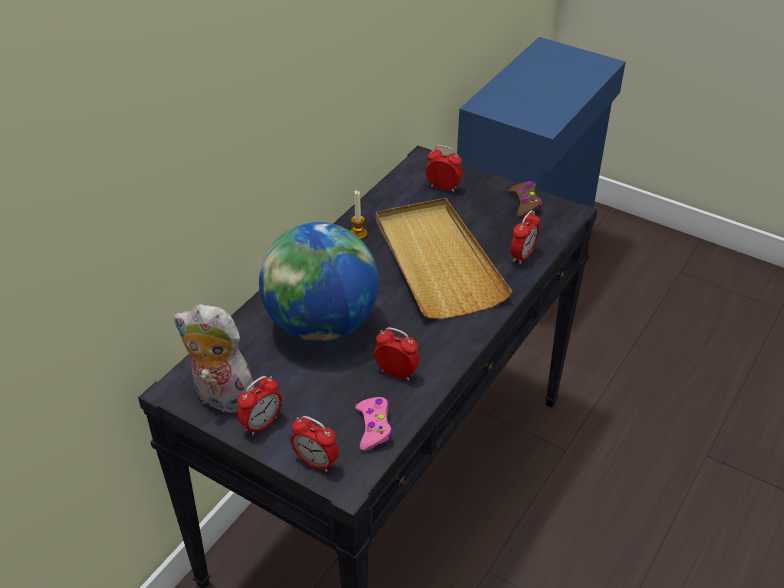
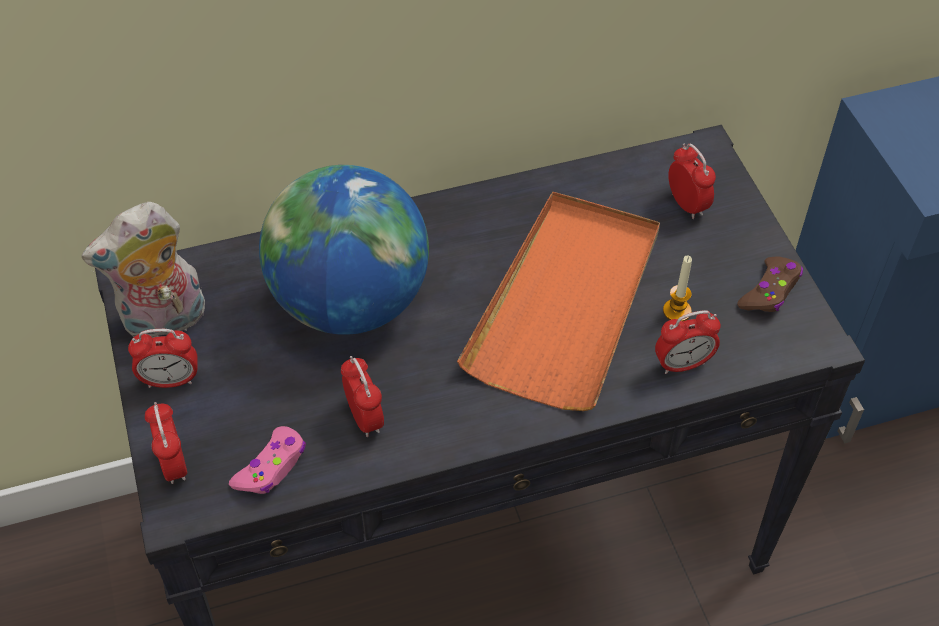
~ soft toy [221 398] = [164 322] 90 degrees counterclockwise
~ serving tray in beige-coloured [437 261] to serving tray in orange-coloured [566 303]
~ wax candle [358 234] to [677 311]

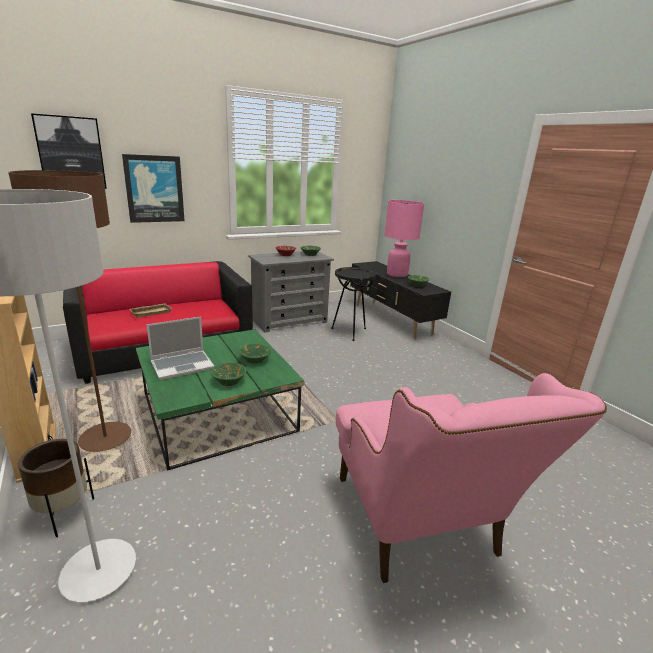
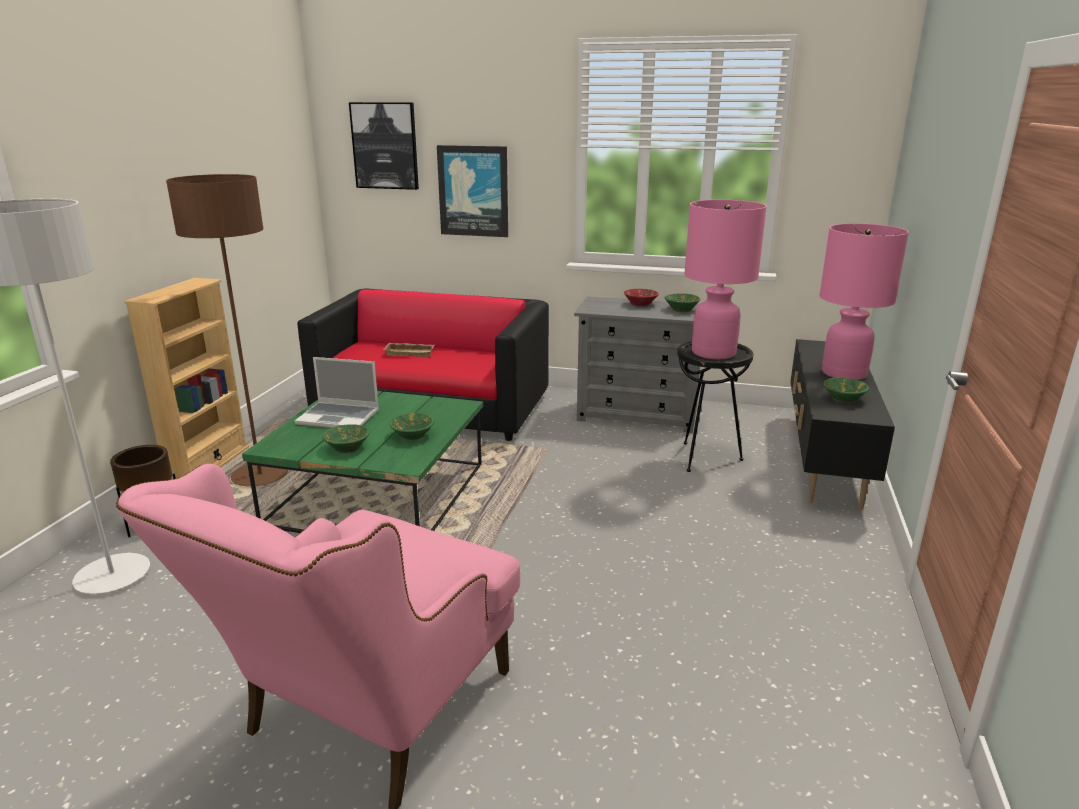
+ lamp for a table in pinkish [713 353]

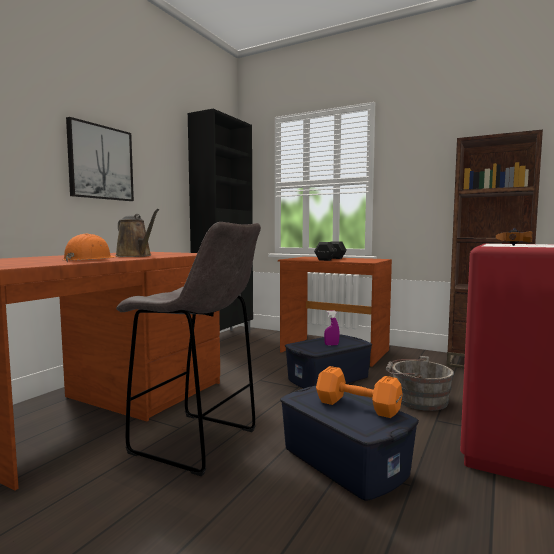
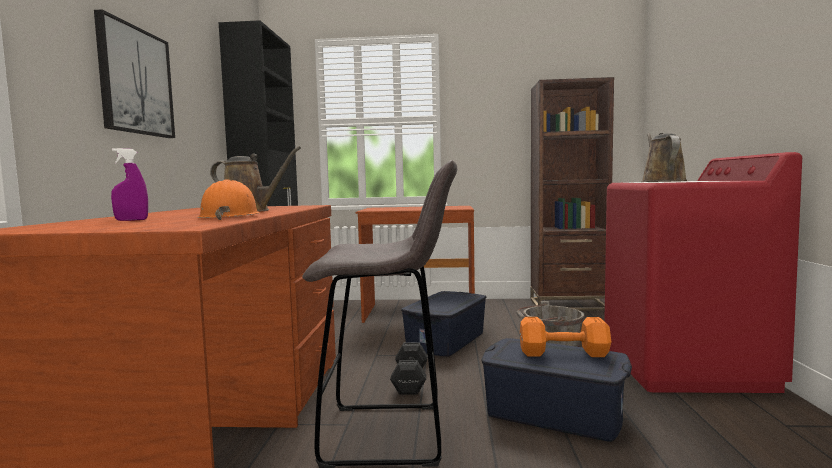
~ hand sprayer in purplish [331 345] to [131 220]
~ free weight in black [331 259] to [411 380]
~ hand hammer [514 245] to watering pot in brownish [661 181]

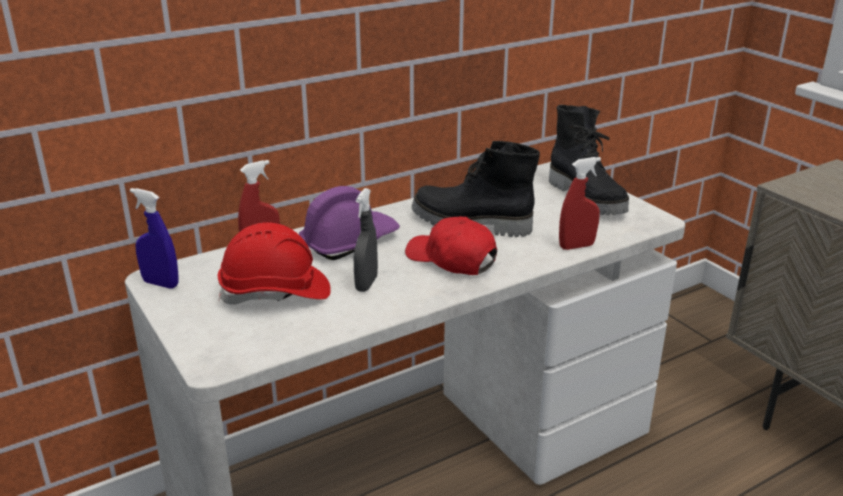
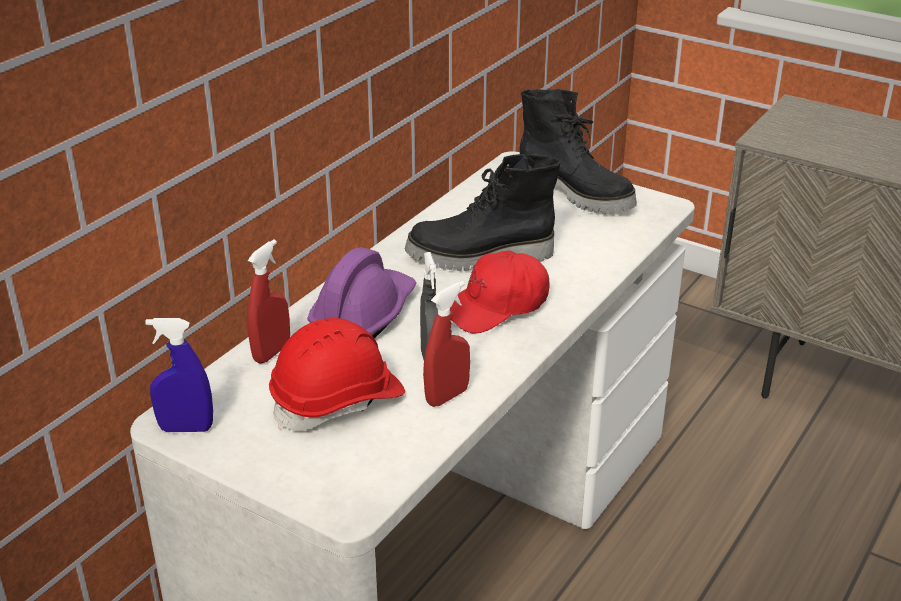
~ hand sprayer in reddish [576 246] to [447 396]
~ peaked cap in reddish [451 259] = [496 306] 45 degrees counterclockwise

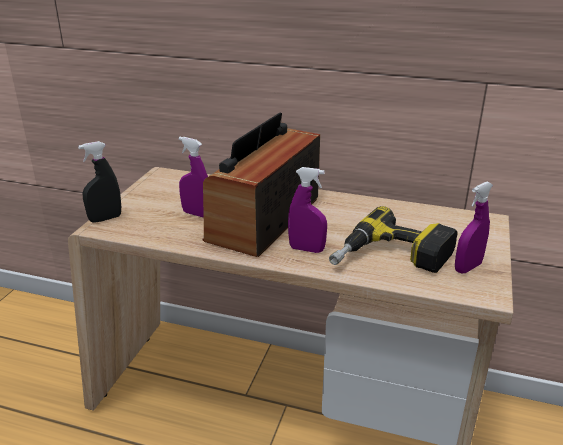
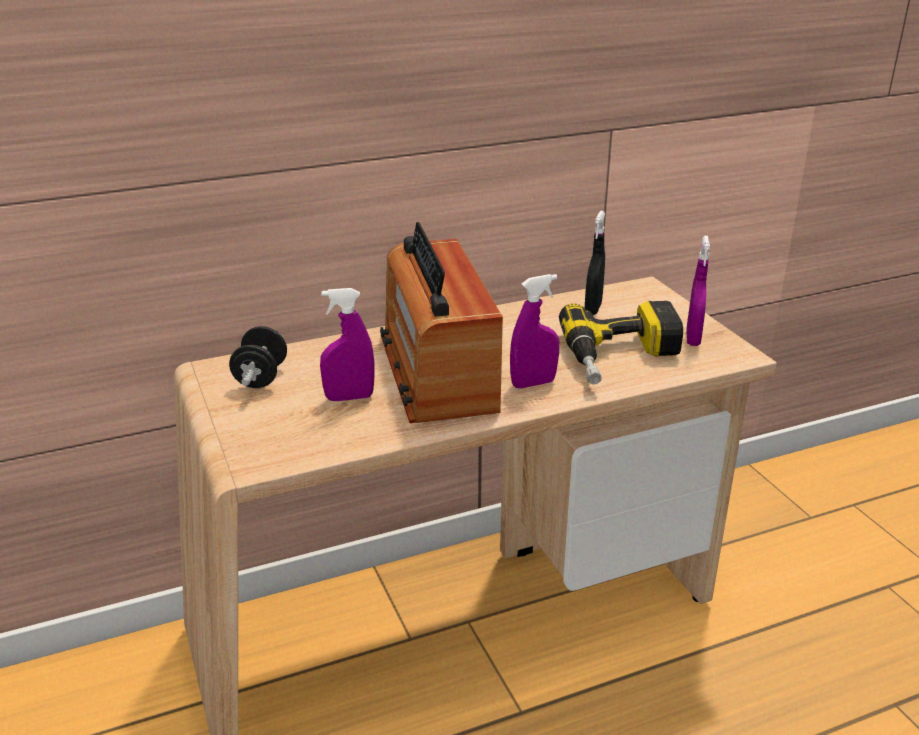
+ free weight in black [261 377]
~ hand sprayer in black [105 218] to [593 309]

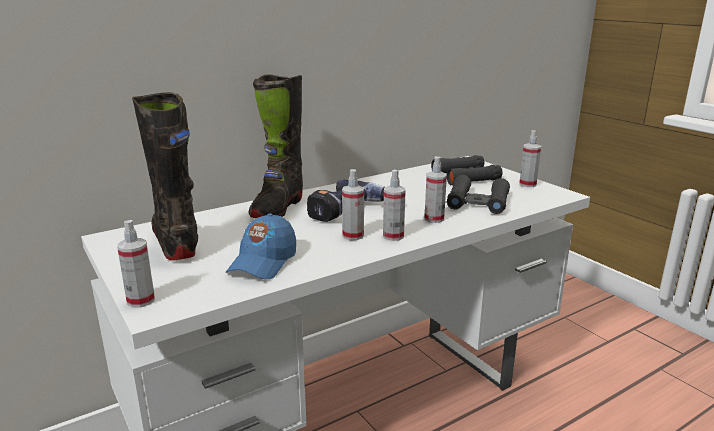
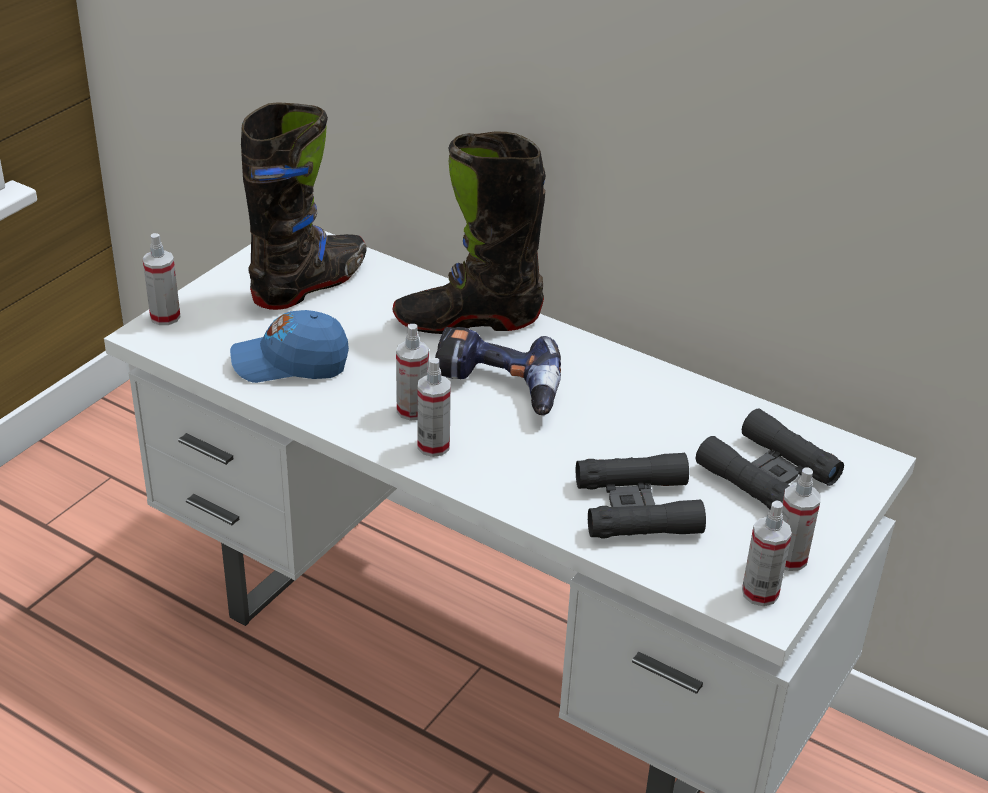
~ hand sprayer [434 219] to [760 593]

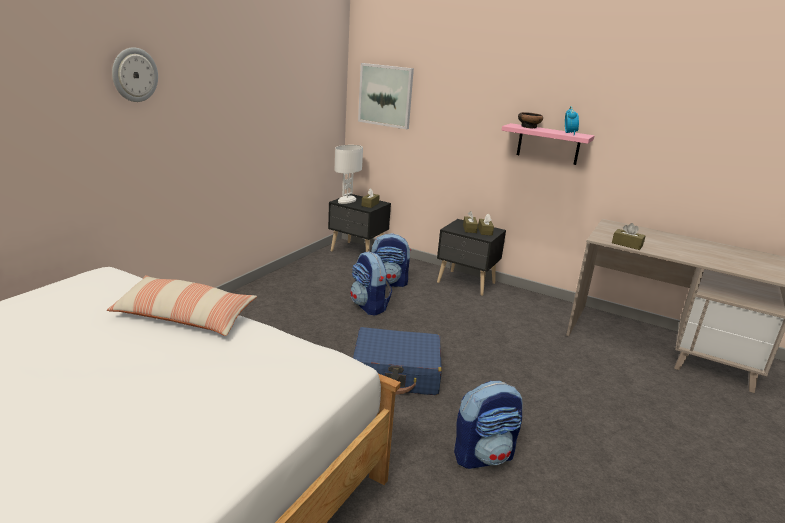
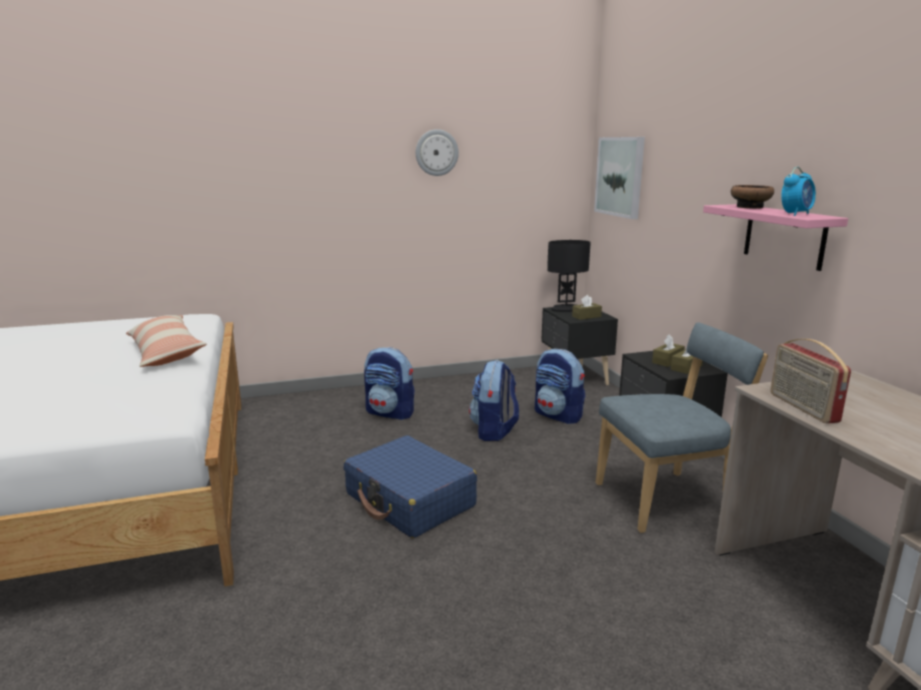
~ backpack [484 455] to [390 413]
~ hanging clock [134 75] to [436 152]
~ lamp for a table in white [347 201] to lamp for a table in black [565 309]
+ chair in blue-coloured [666 500]
~ box of tissues in brownish [627 244] to radio [802 407]

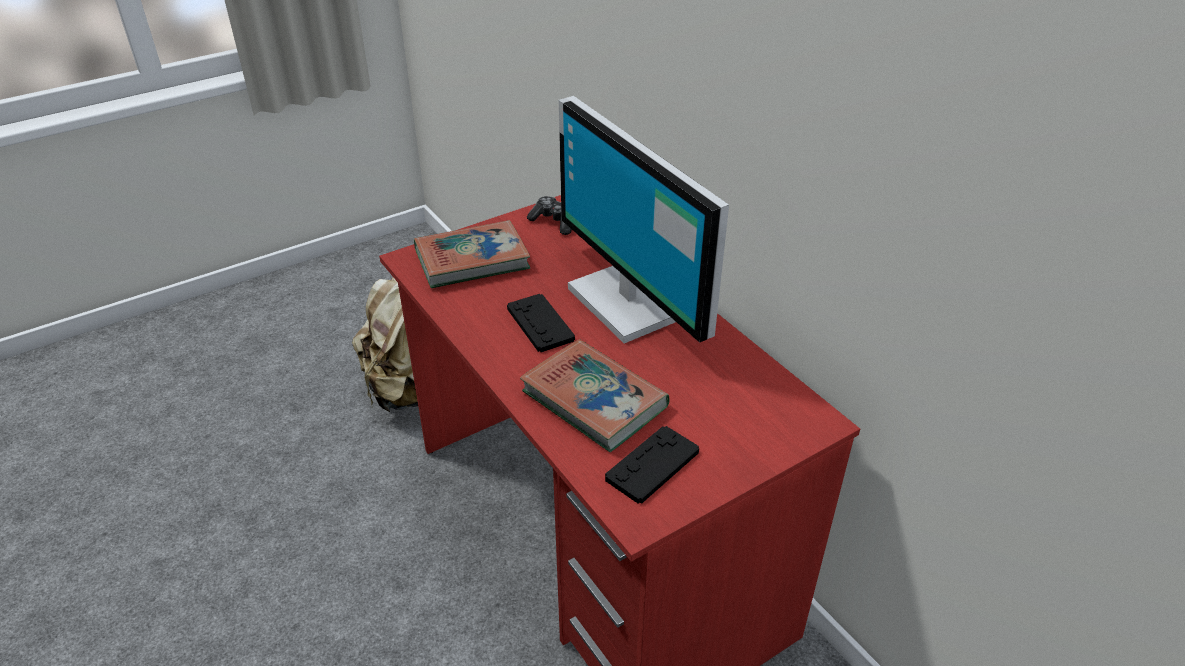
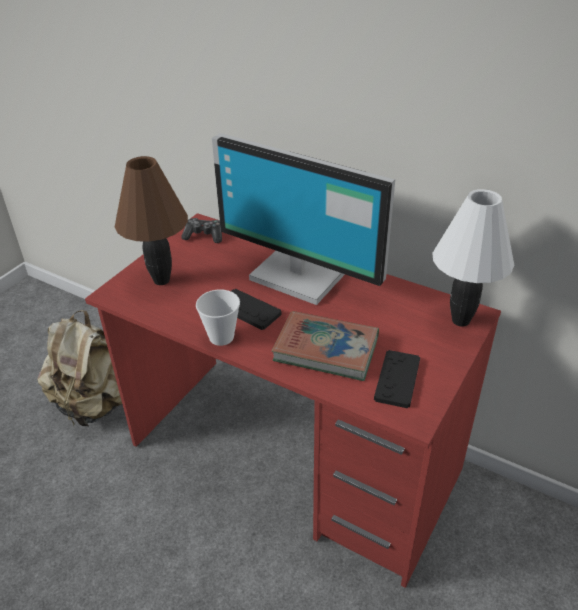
~ bound book [472 260] to lamp for a table in brownish [162 280]
+ cup [221 337]
+ lamp for a table in white [461 321]

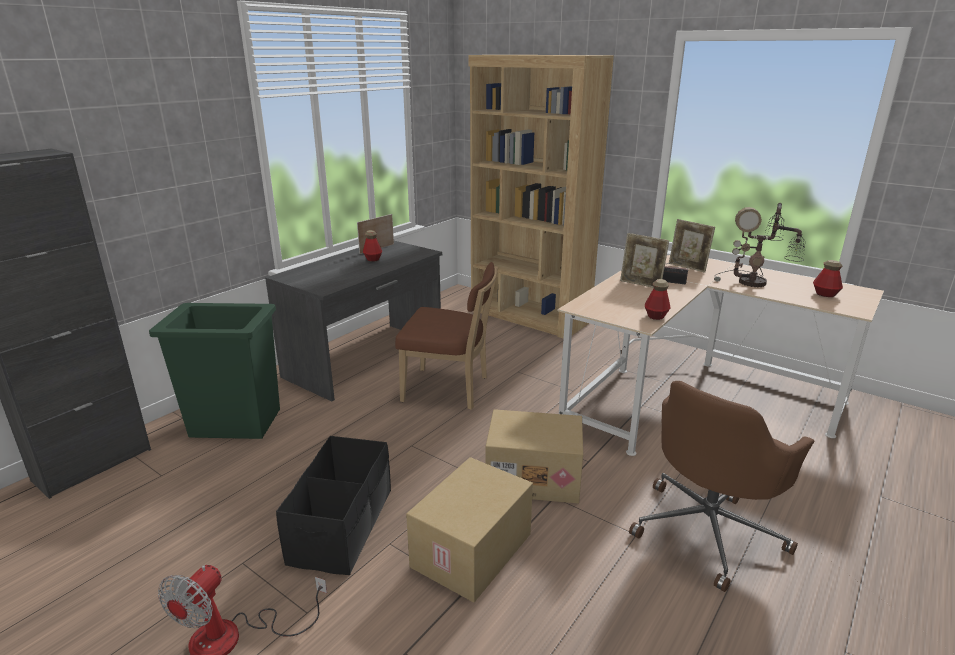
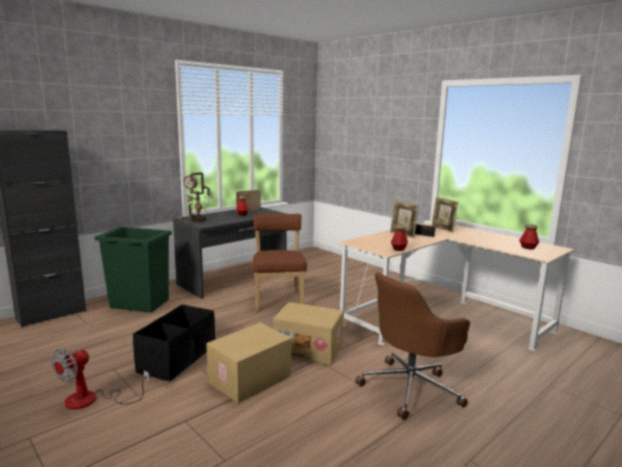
~ lamp for a table [754 283] to [199 220]
~ chair in brownish [450 390] = [278 300] 120 degrees counterclockwise
- bookshelf in brownish [529 316]

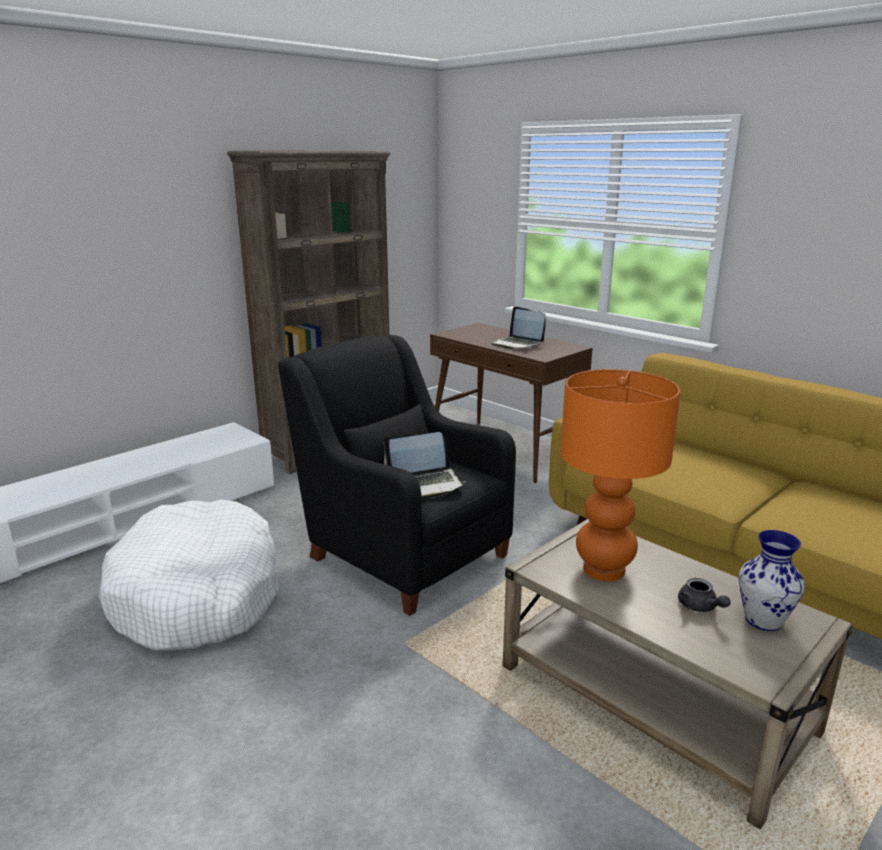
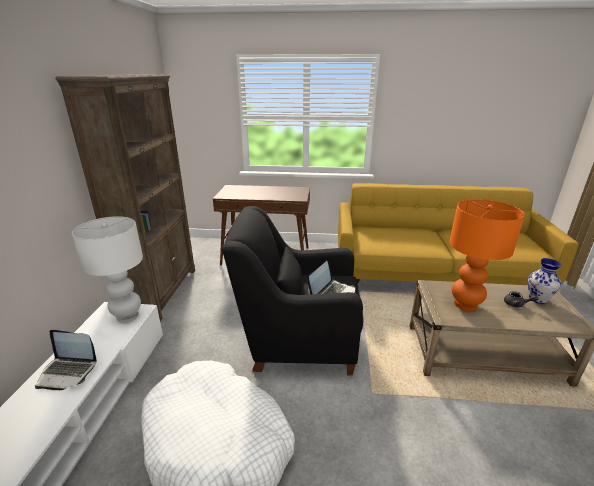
~ laptop [518 344] to [68 372]
+ lamp for a table in white [128 315]

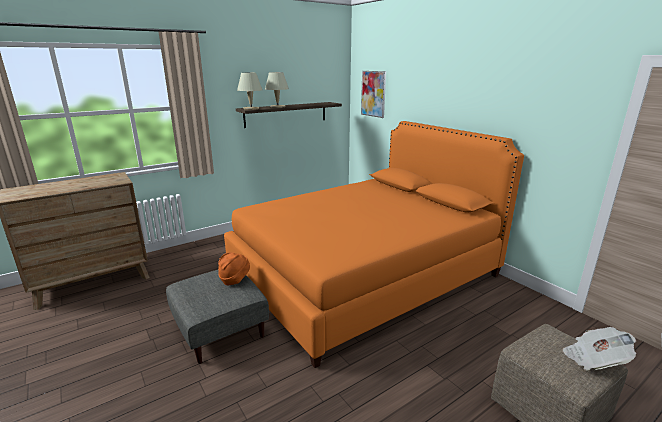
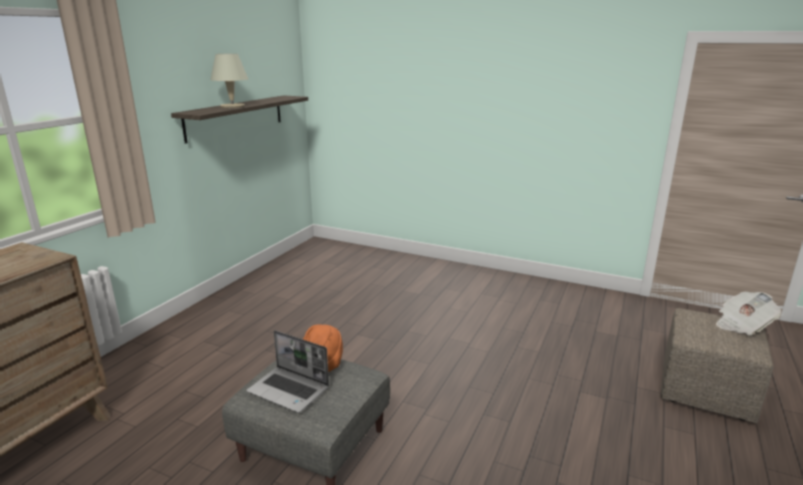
+ laptop [289 390]
- bed in orange-coloured [364 274]
- lamp for a table in beige-coloured [251 108]
- wall art [373 94]

